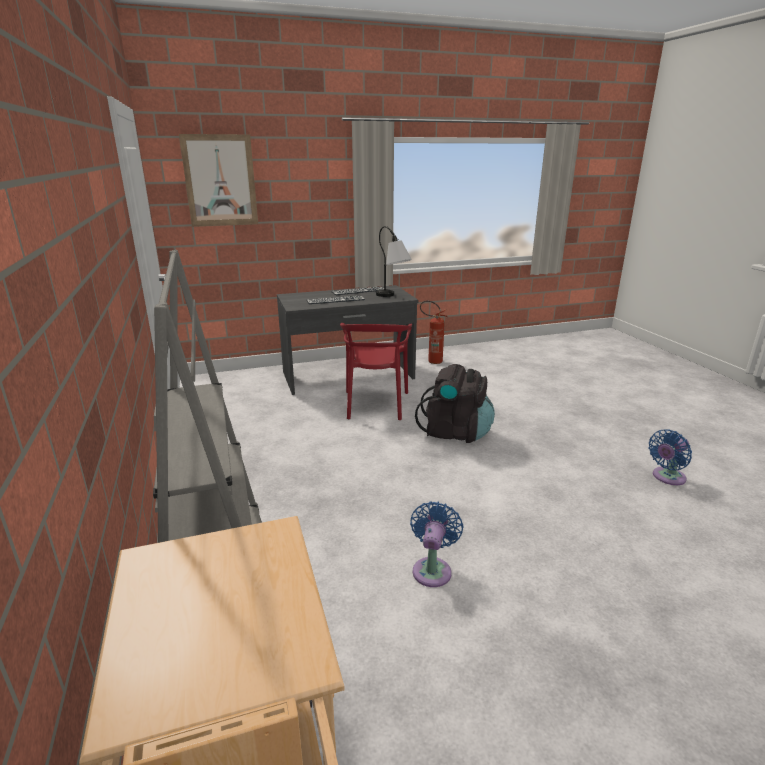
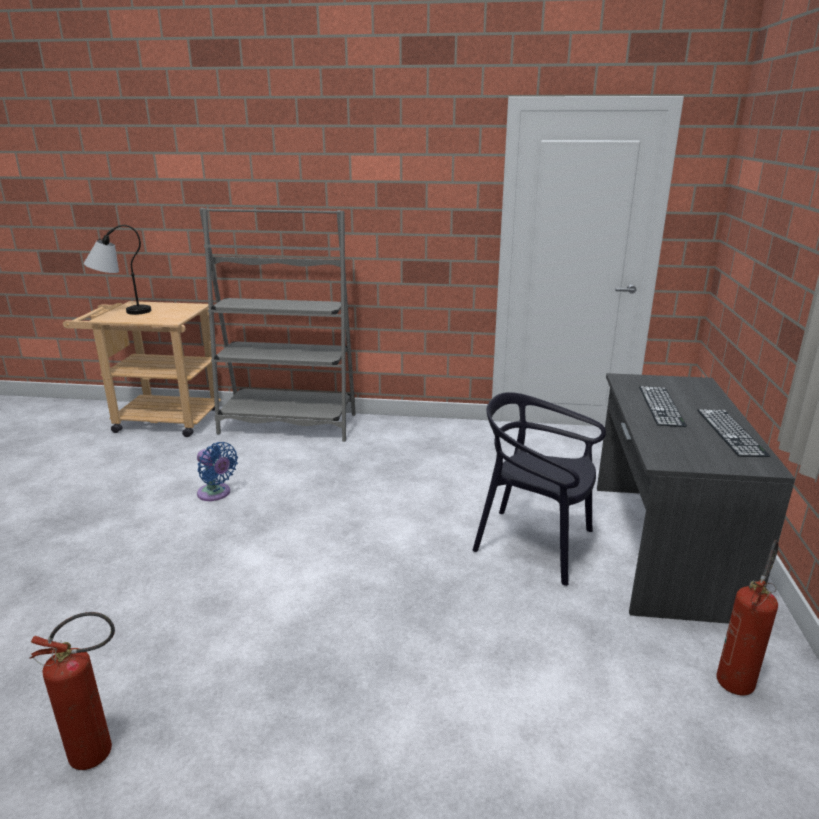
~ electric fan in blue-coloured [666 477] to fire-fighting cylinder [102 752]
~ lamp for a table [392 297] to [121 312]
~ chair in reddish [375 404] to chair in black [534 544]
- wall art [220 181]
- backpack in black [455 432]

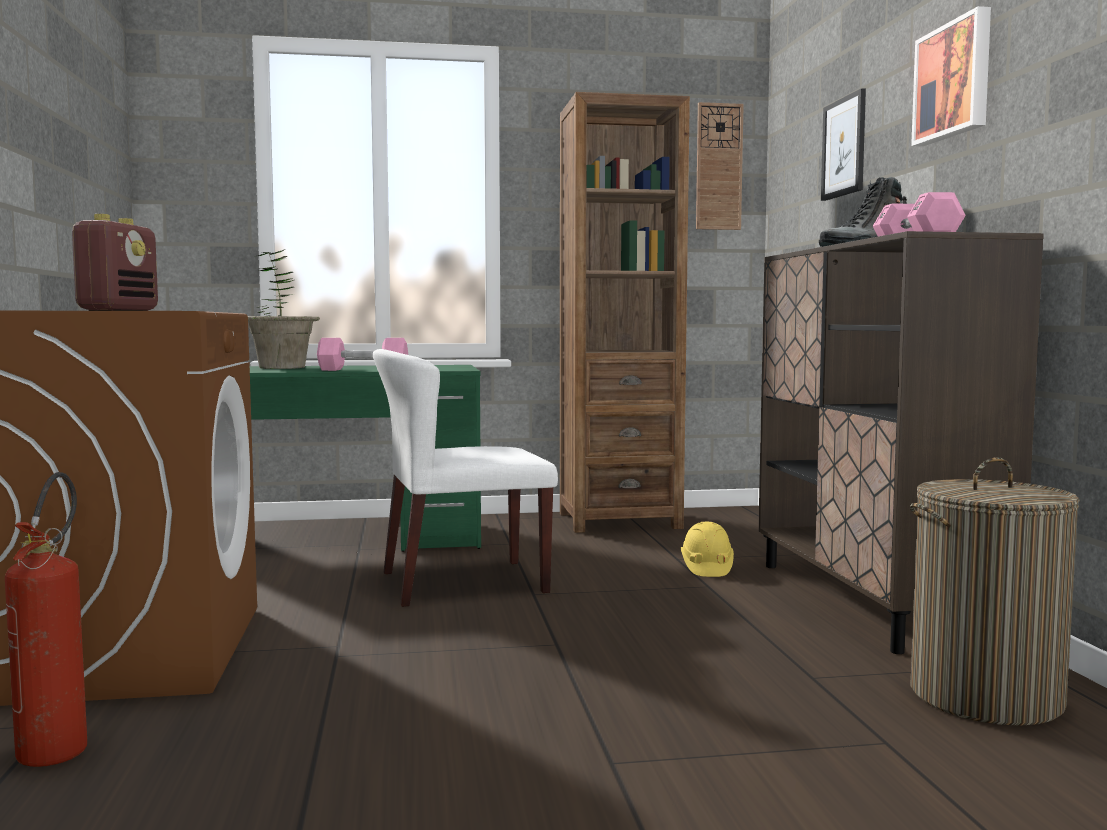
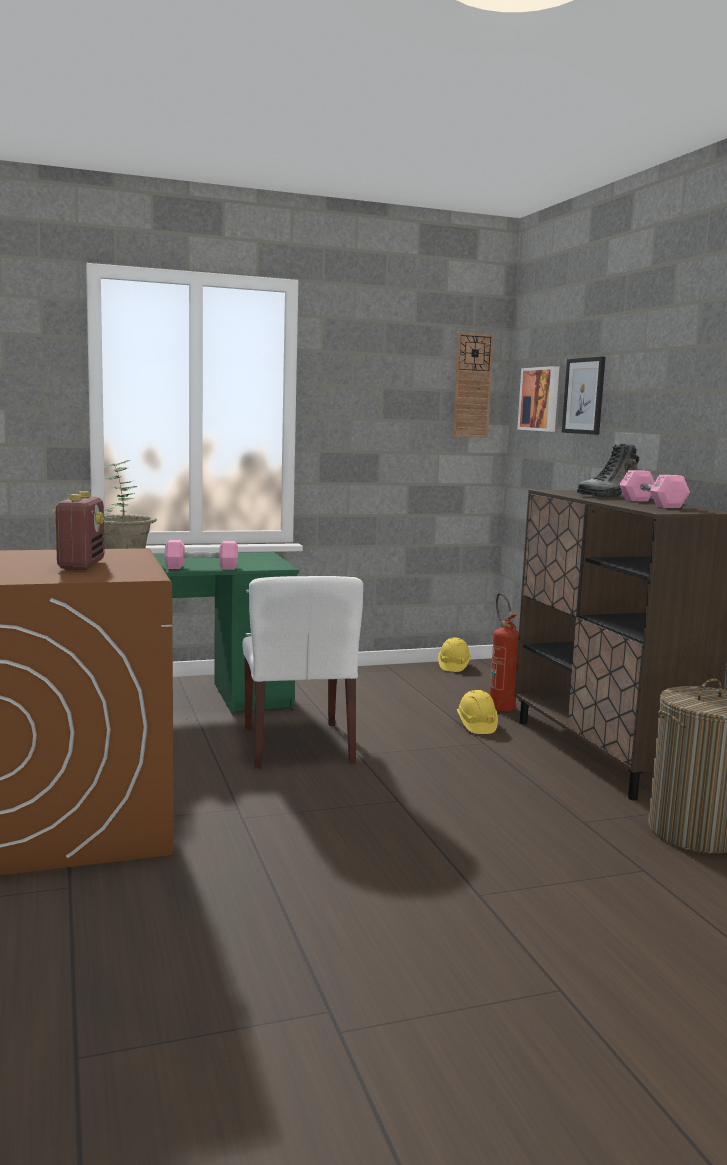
~ chair in white [462 582] = [298 745] 75 degrees counterclockwise
+ hard hat in yellow [453 666]
~ fire-fighting cylinder [60 746] to [499 705]
~ wall art [954 81] to [541 399]
- bookshelf in brownish [619 520]

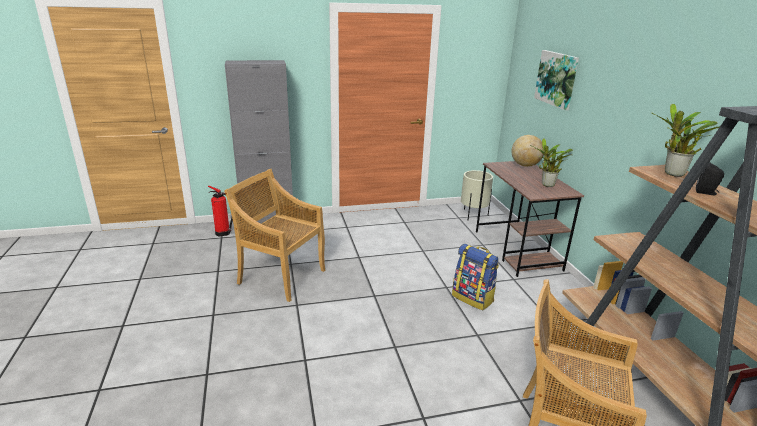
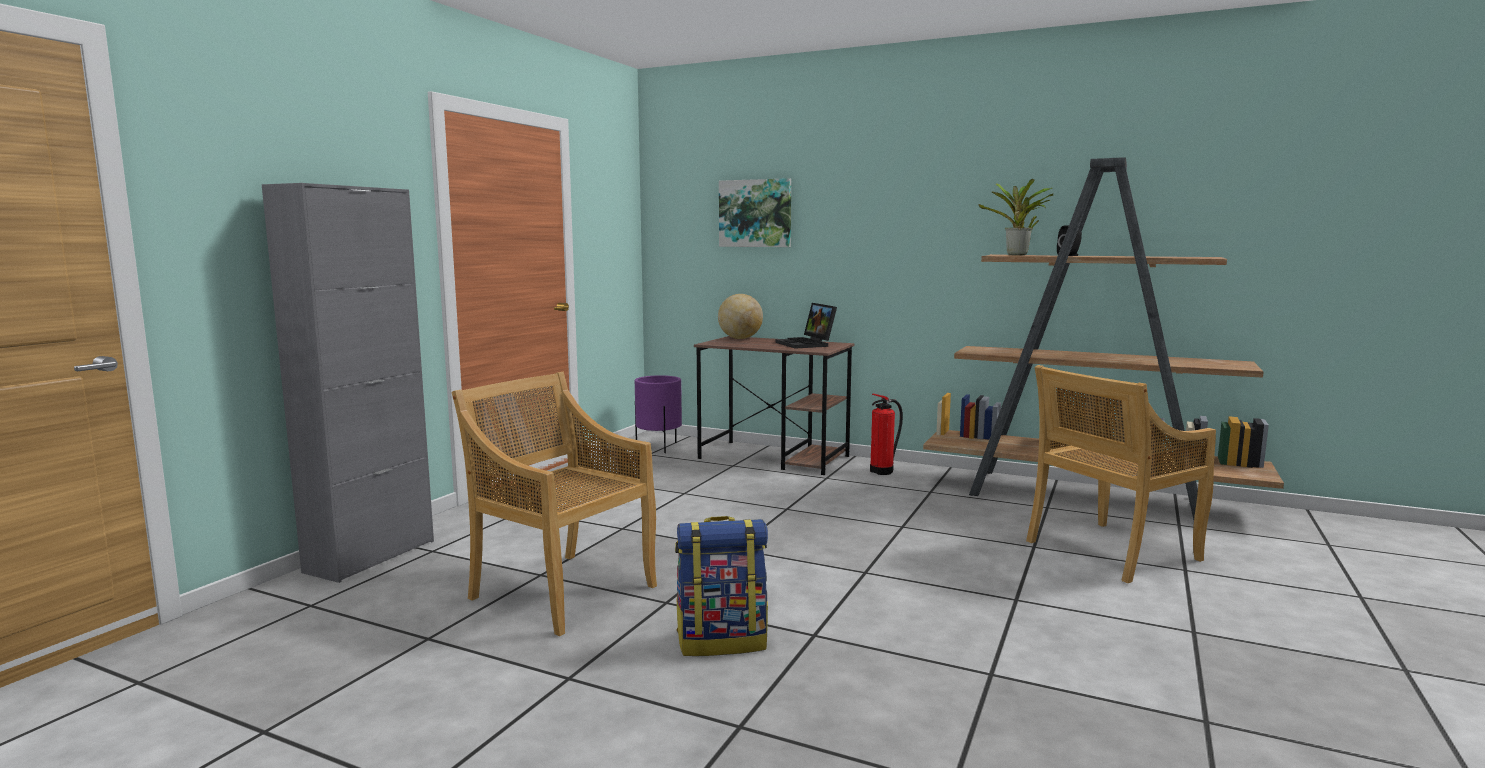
~ chair in beige-coloured [281 276] = [562 591] 60 degrees clockwise
~ plant pot in beige-coloured [473 215] to plant pot in purplish [659 447]
~ backpack [473 298] to [722 641]
~ potted plant [546 185] to laptop [807 344]
~ fire-fighting cylinder [224 233] to [883 471]

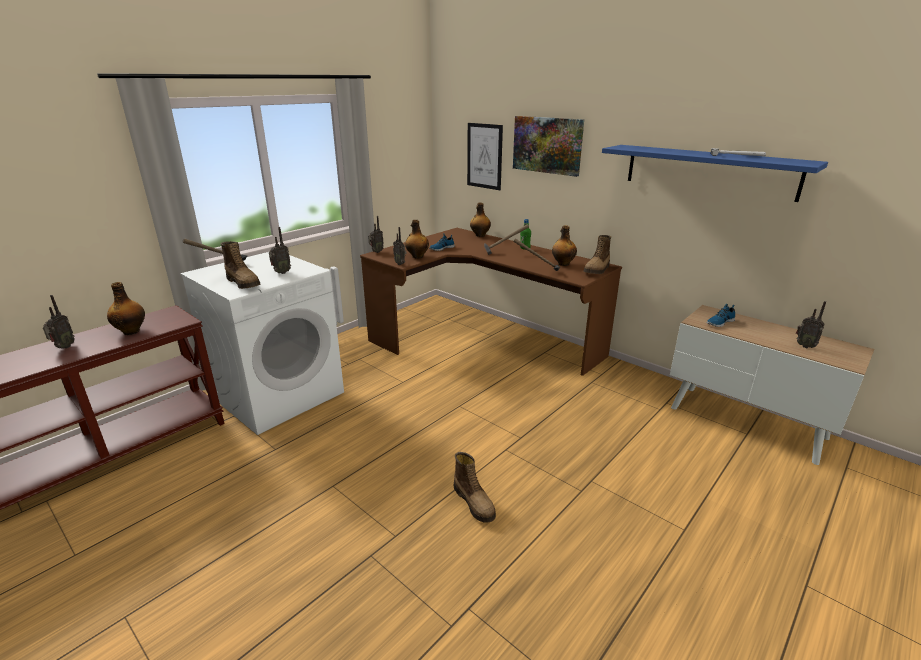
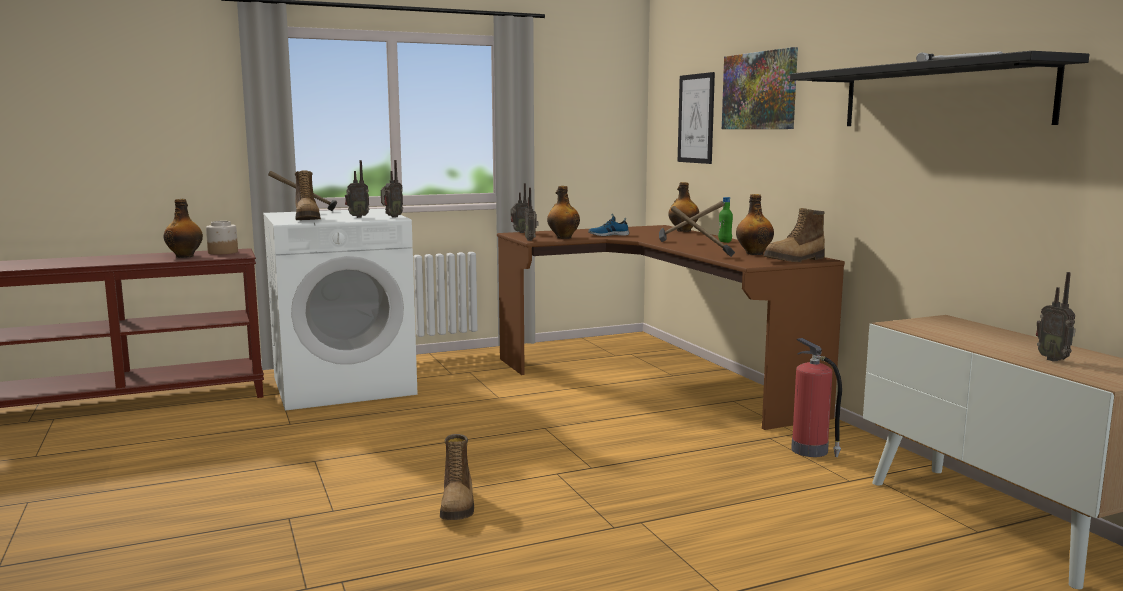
+ storage jar [222 252]
~ radio [63 347] to [391 217]
~ shelf in blue-coloured [709 171] to shelf in black [941 96]
+ fire-fighting cylinder [811 451]
- low shoe [719 322]

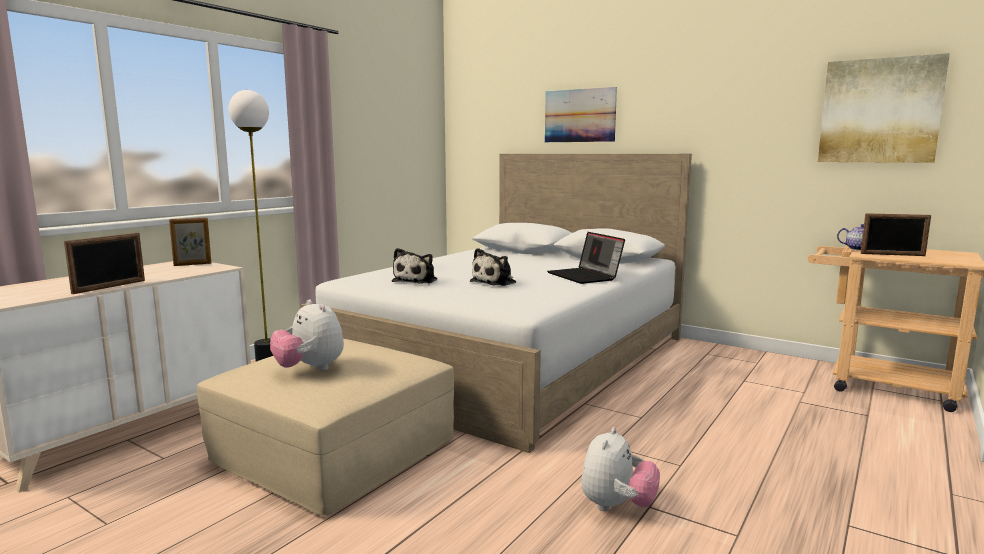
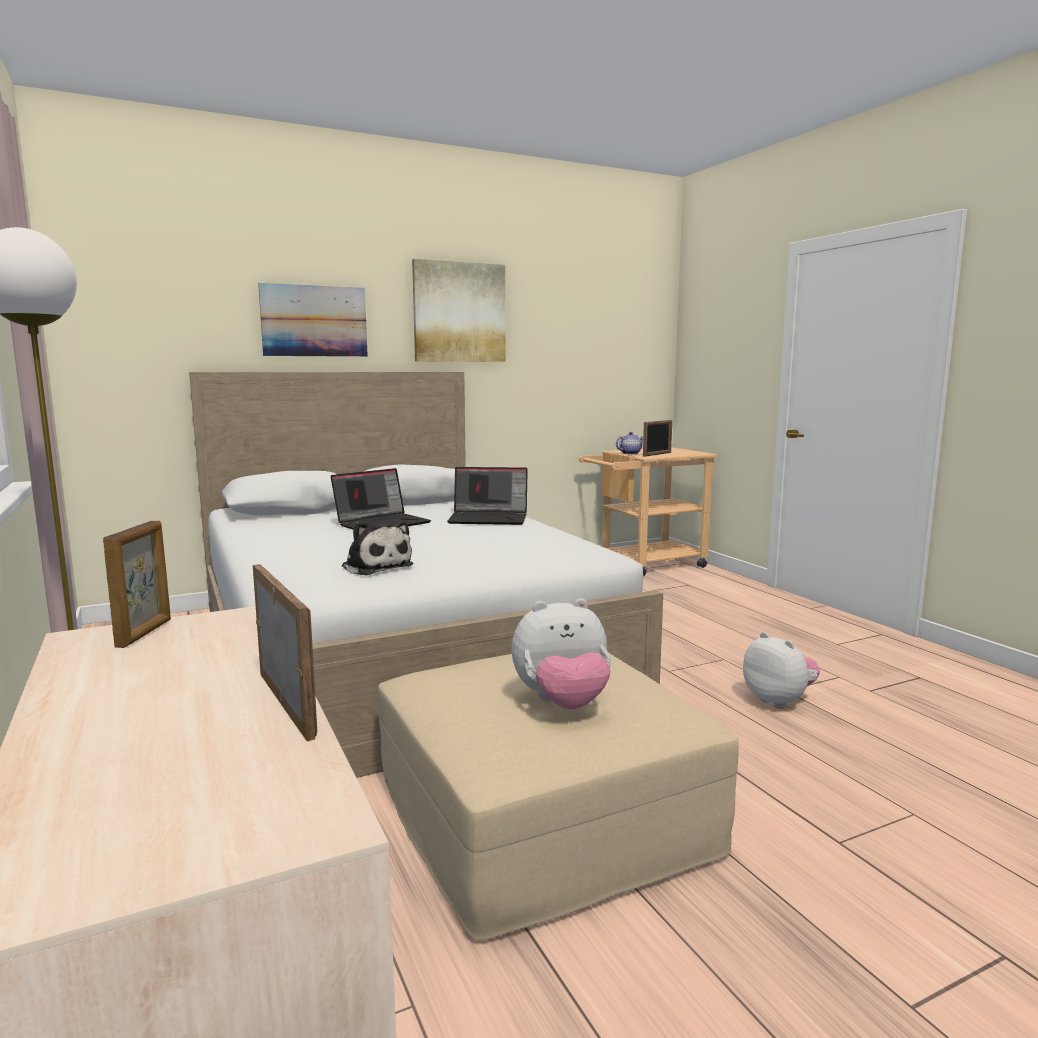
+ laptop [383 523]
~ wall art [879 111] to [459 312]
- soft toy [495 282]

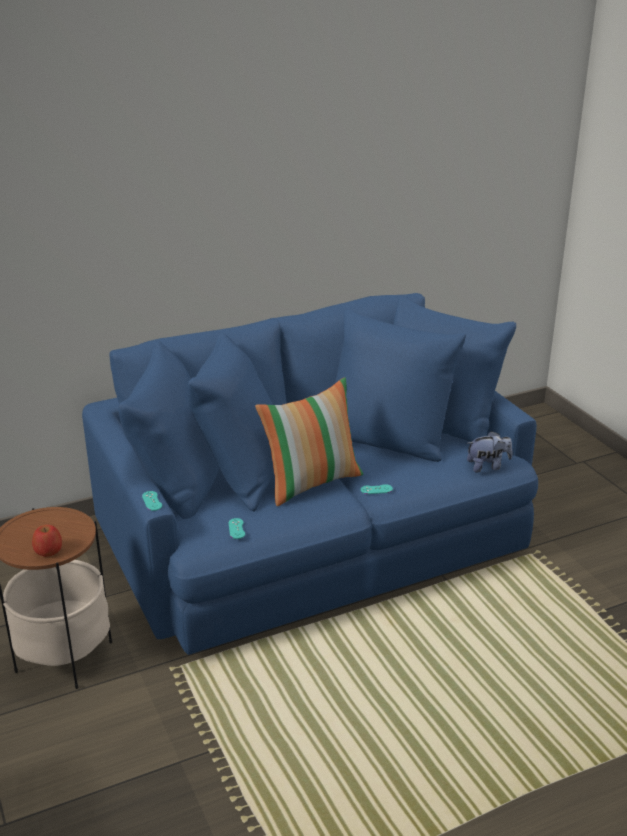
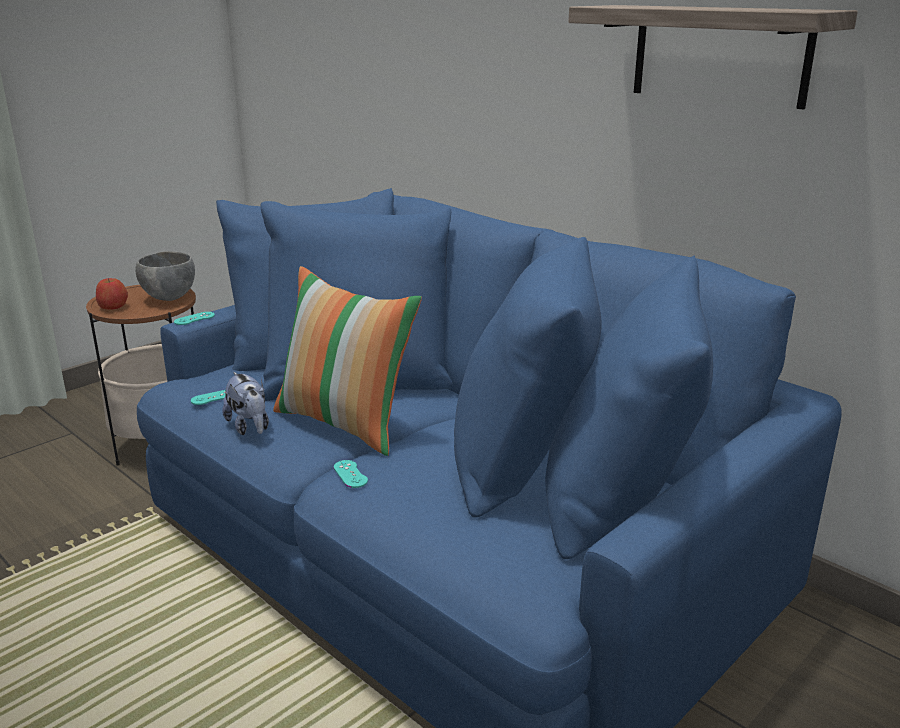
+ bowl in greyish [168 297]
~ soft toy [487 466] to [250 427]
+ shelf [719 54]

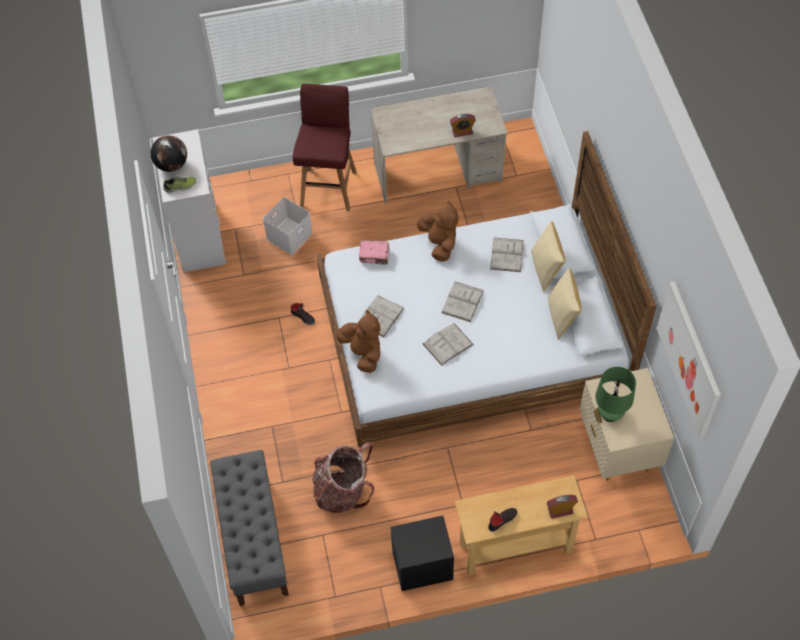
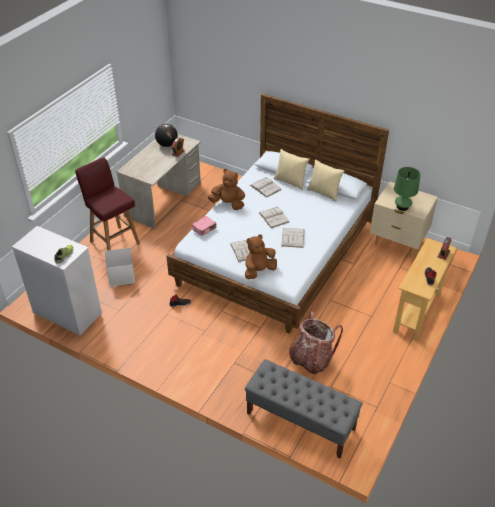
~ world globe [172 165] to [167 145]
~ soft toy in brownish [363 353] = [259 271] 45 degrees counterclockwise
- night table in black [422 565]
- wall art [689 359]

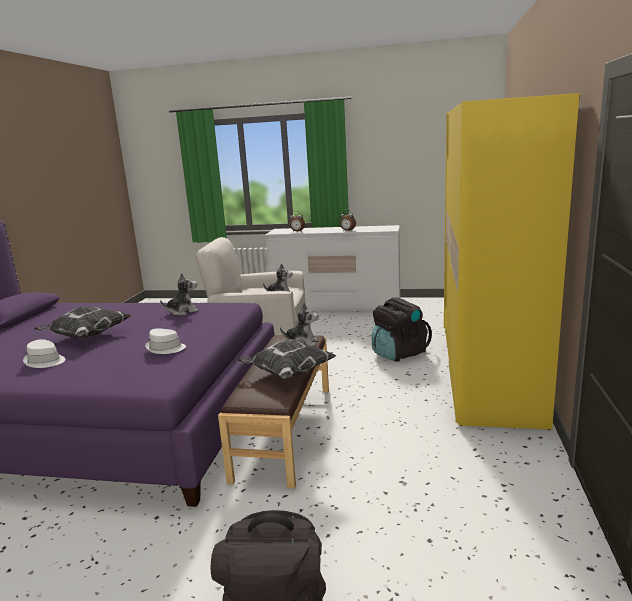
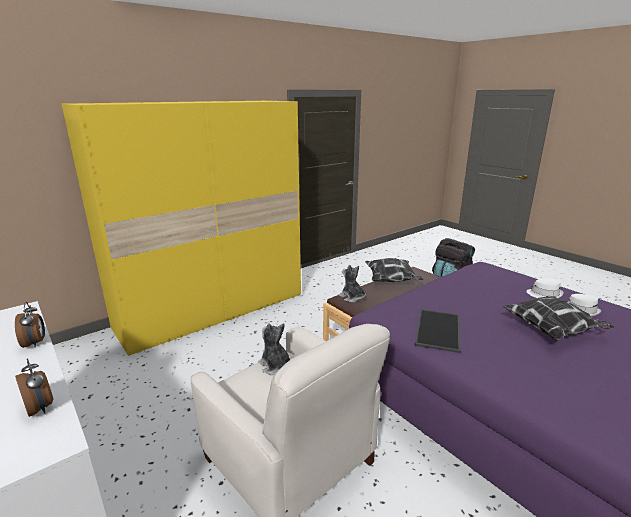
~ soft toy [183 311] to serving tray [439 330]
~ hat in white [165 349] to [544 294]
- backpack in black [399 353]

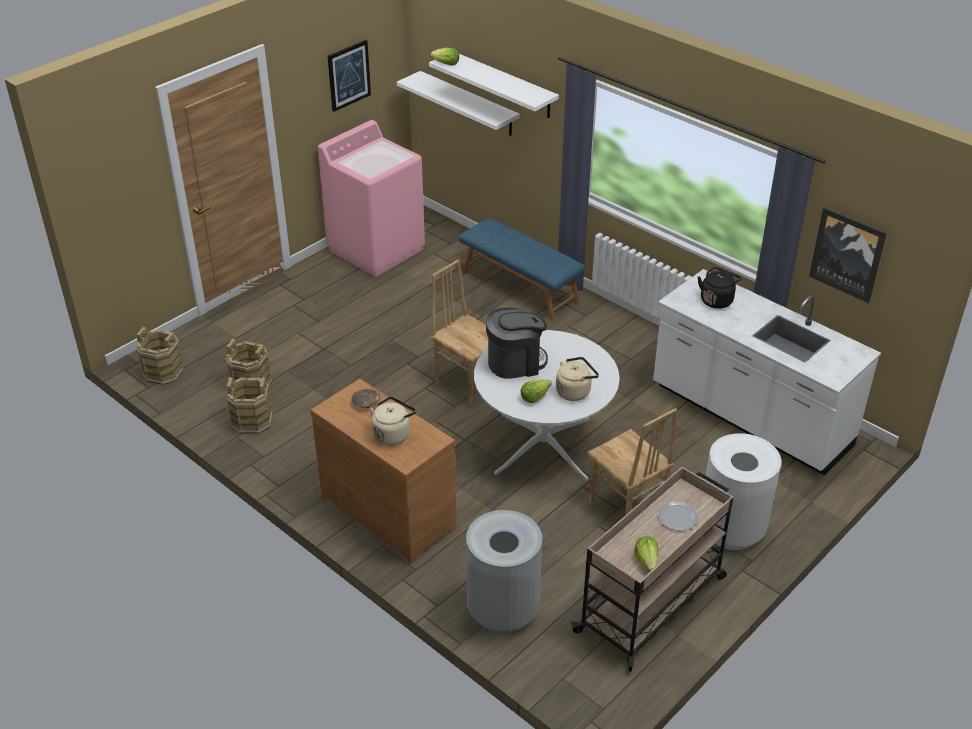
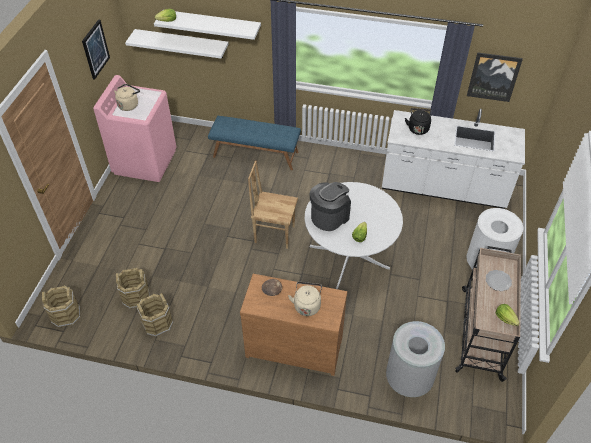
~ tea kettle in beige-coloured [575 391] to [129 105]
- chair in brownish [625 509]

